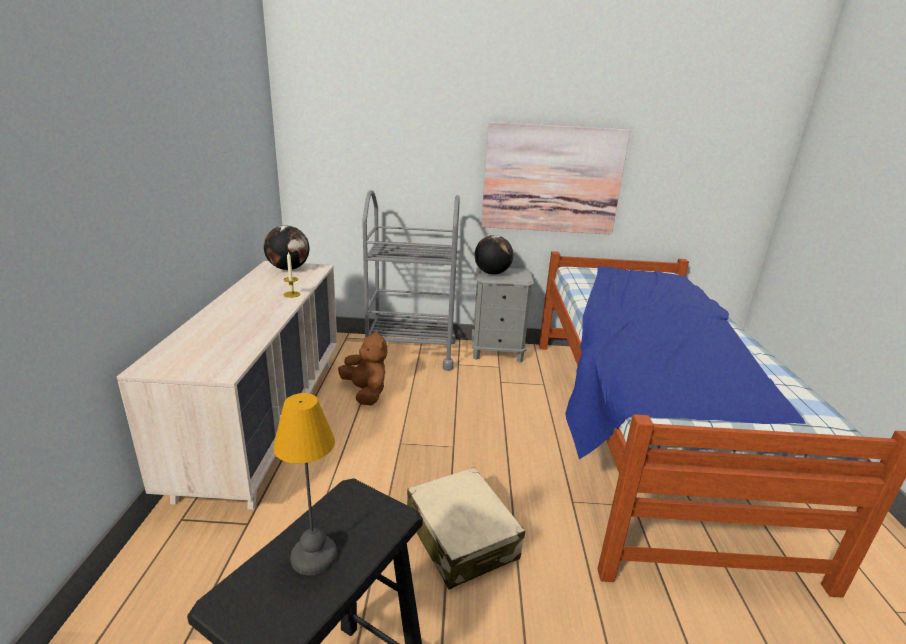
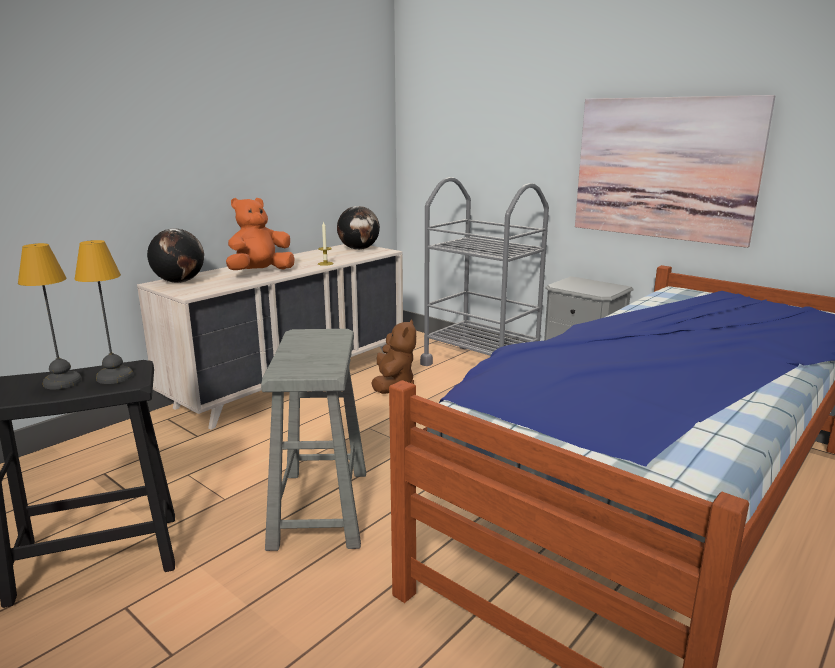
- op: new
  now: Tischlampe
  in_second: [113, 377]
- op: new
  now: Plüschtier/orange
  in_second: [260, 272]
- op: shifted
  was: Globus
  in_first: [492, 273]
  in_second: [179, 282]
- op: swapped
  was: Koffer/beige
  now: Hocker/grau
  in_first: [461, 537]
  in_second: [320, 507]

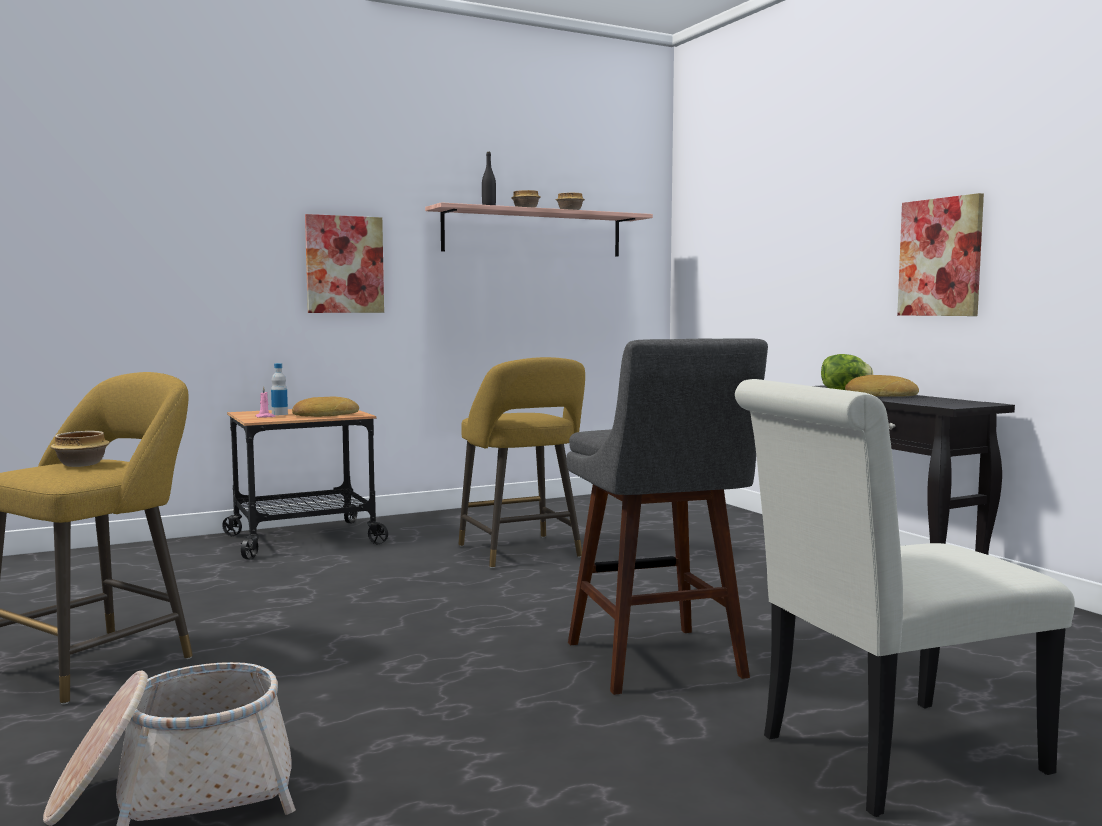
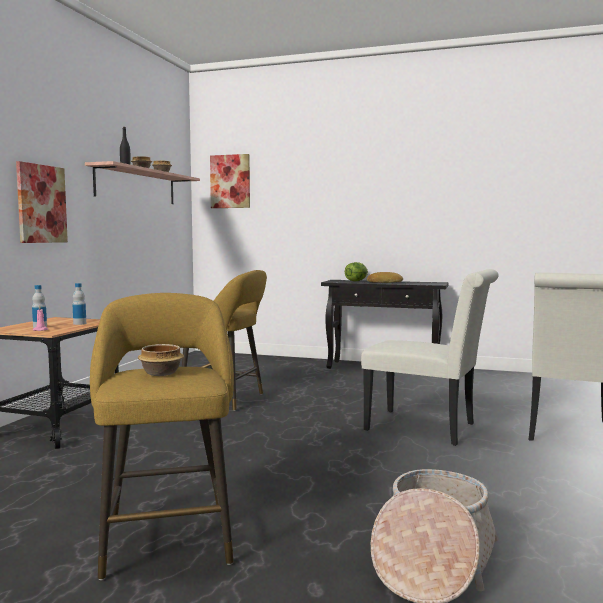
- op: shifted
  was: Bild
  in_first: [940, 257]
  in_second: [230, 181]
- op: swapped
  was: Brot
  now: Flasche
  in_first: [325, 415]
  in_second: [79, 323]
- op: swapped
  was: Hocker/grau
  now: Stuhl/weiß
  in_first: [658, 663]
  in_second: [428, 428]

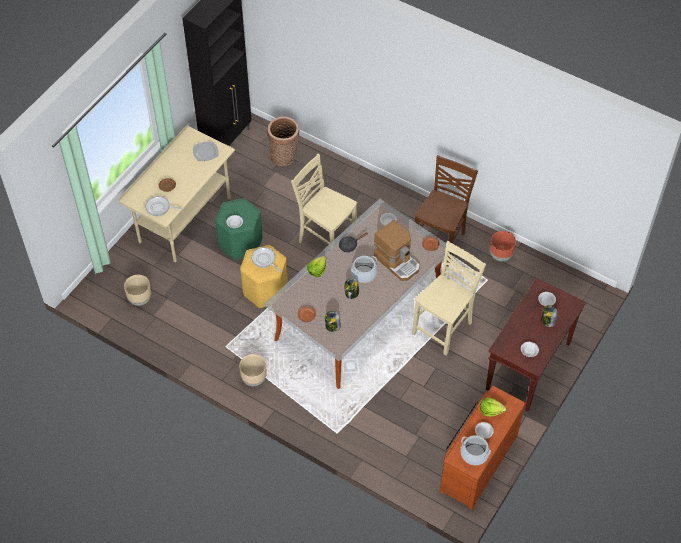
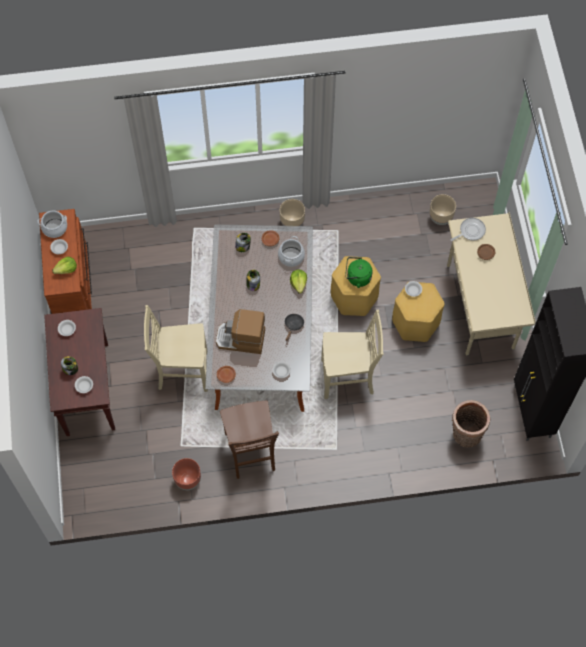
- op: gone
  was: Teller
  in_first: [205, 152]
- op: shifted
  was: Kochtopf
  in_first: [364, 274]
  in_second: [291, 256]
- op: swapped
  was: Pfanne
  now: Wasserkessel/grün
  in_first: [264, 260]
  in_second: [357, 278]
- op: repainted
  was: Hocker/grün
  now: Hocker/gelb
  in_first: [240, 243]
  in_second: [415, 322]
- op: rotated
  was: Stuhl/beige
  in_first: [444, 328]
  in_second: [182, 371]
  clockwise: 90

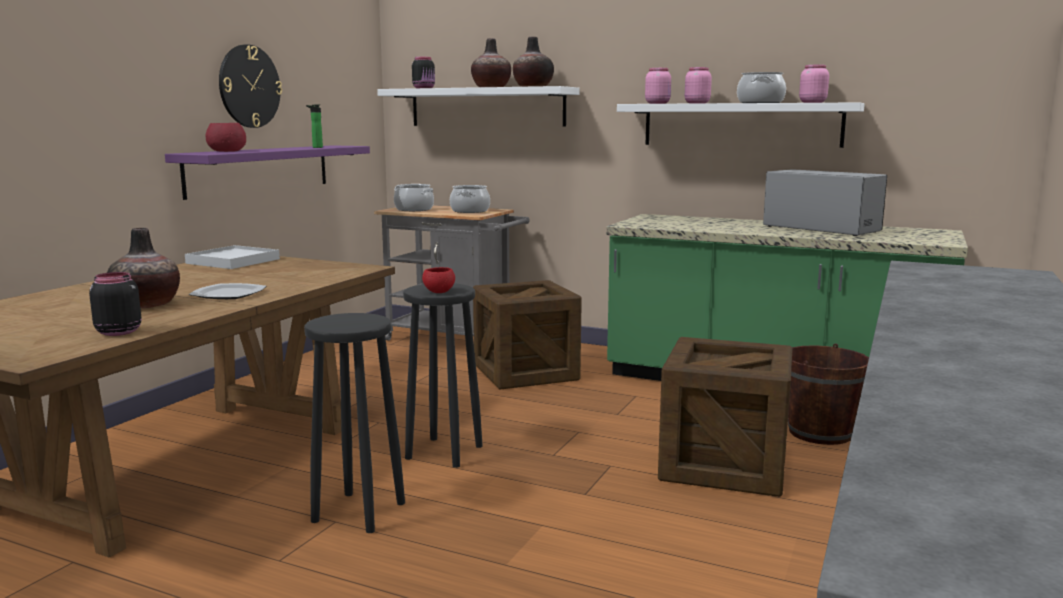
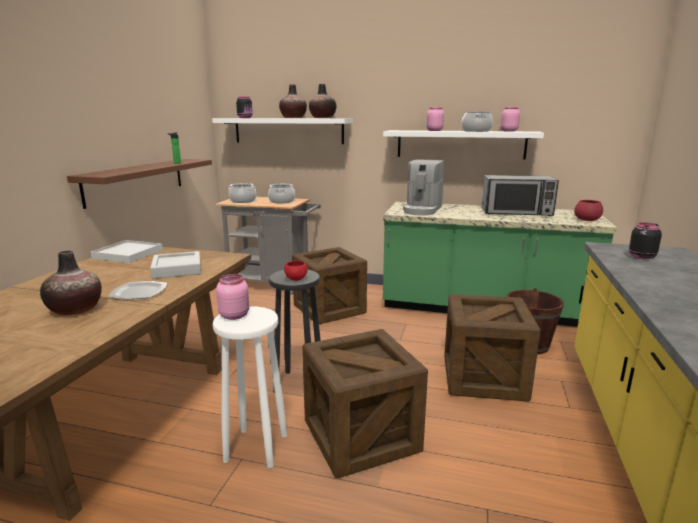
- op: gone
  was: Wanduhr
  in_first: [249, 86]
- op: new
  now: Tablett/grau
  in_second: [177, 269]
- op: new
  now: Kiste
  in_second: [361, 436]
- op: new
  now: Kaffeemaschine
  in_second: [422, 210]
- op: shifted
  was: Vorratsglas/schwarz
  in_first: [118, 332]
  in_second: [640, 257]
- op: shifted
  was: Schüssel/rot
  in_first: [228, 151]
  in_second: [587, 219]
- op: shifted
  was: Vorratsglas/rosa
  in_first: [658, 103]
  in_second: [235, 315]
- op: repainted
  was: Wandregal/lila
  now: Wandregal/braun
  in_first: [259, 170]
  in_second: [136, 181]
- op: repainted
  was: Hocker/schwarz
  now: Hocker/weiß
  in_first: [358, 512]
  in_second: [255, 448]
- op: rotated
  was: Mikrowelle
  in_first: [821, 229]
  in_second: [516, 212]
  clockwise: 150

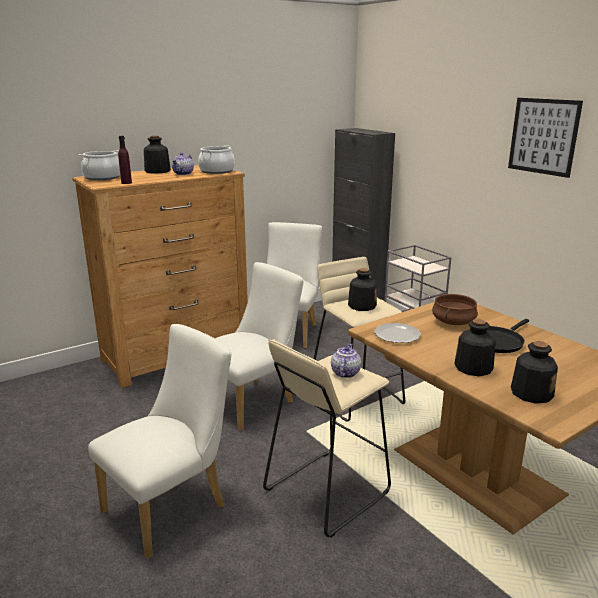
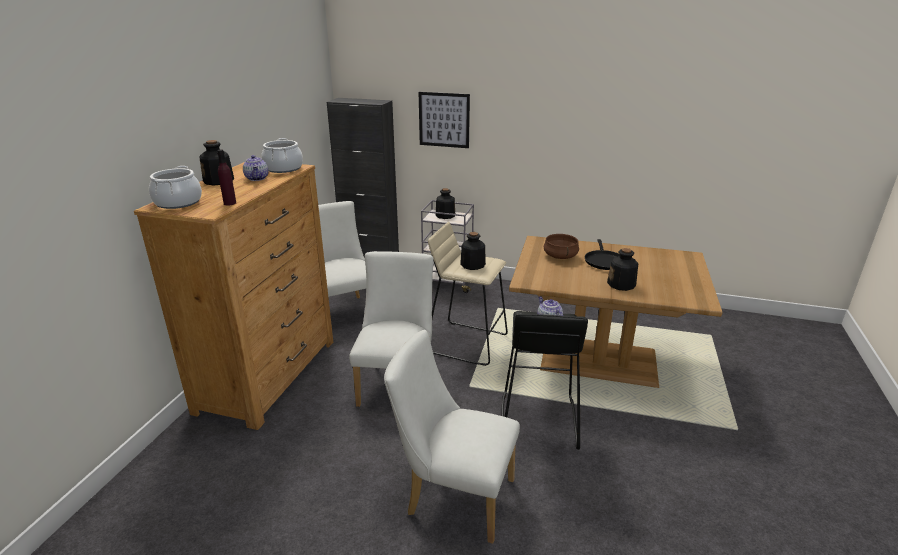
- op: gone
  was: Teller
  in_first: [397, 335]
- op: shifted
  was: Bild
  in_first: [543, 136]
  in_second: [444, 120]
- op: shifted
  was: Flasche
  in_first: [531, 393]
  in_second: [445, 215]
- op: repainted
  was: Hocker/beige
  now: Hocker/schwarz
  in_first: [326, 491]
  in_second: [537, 421]
- op: rotated
  was: Stuhl/weiß
  in_first: [172, 505]
  in_second: [453, 495]
  clockwise: -75

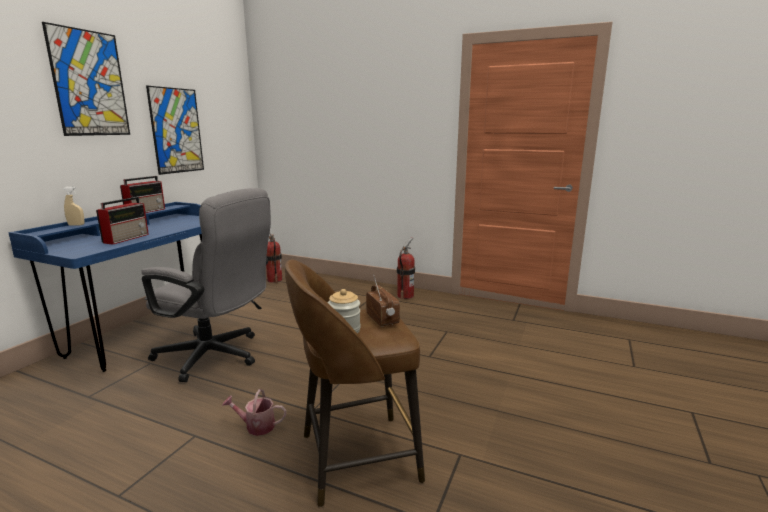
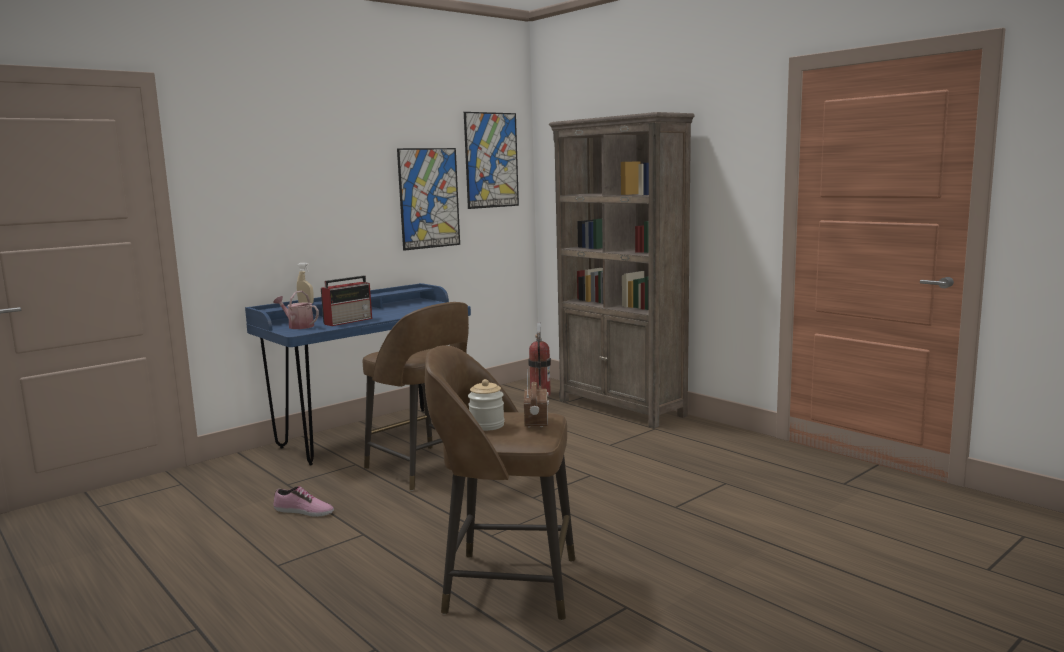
- op: gone
  was: Radio
  in_first: [146, 211]
- op: gone
  was: Feuerlöscher
  in_first: [405, 295]
- op: new
  now: Schuh
  in_second: [303, 511]
- op: new
  now: Bücherregal/braun
  in_second: [621, 408]
- op: shifted
  was: Bild
  in_first: [89, 83]
  in_second: [491, 160]
- op: shifted
  was: Gießkanne
  in_first: [256, 426]
  in_second: [298, 326]
- op: swapped
  was: Bürostuhl/grau
  now: Hocker/braun
  in_first: [217, 357]
  in_second: [423, 468]

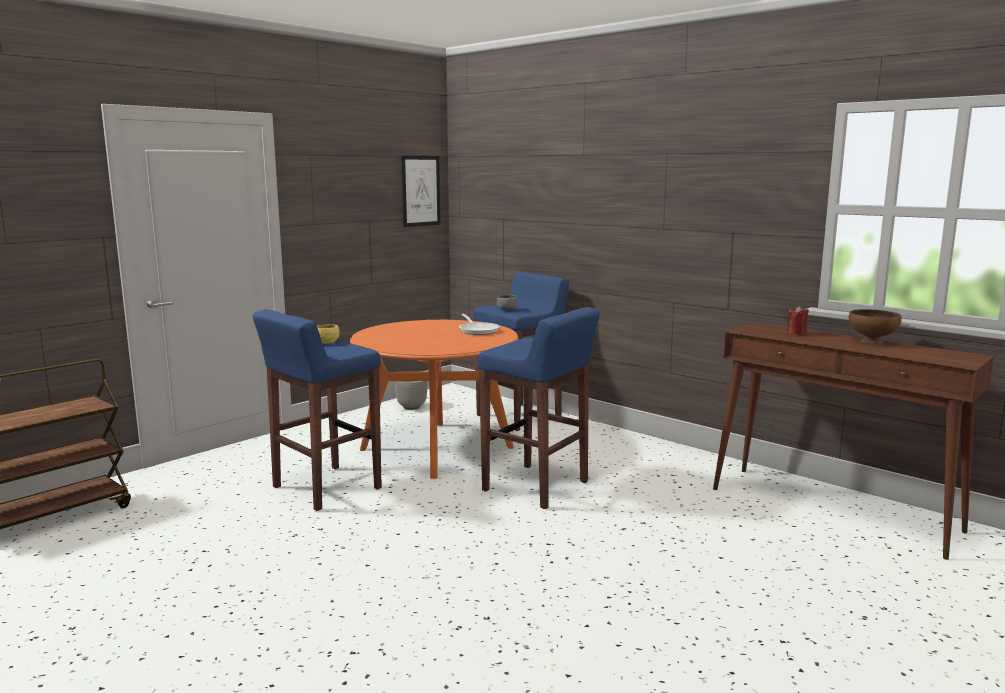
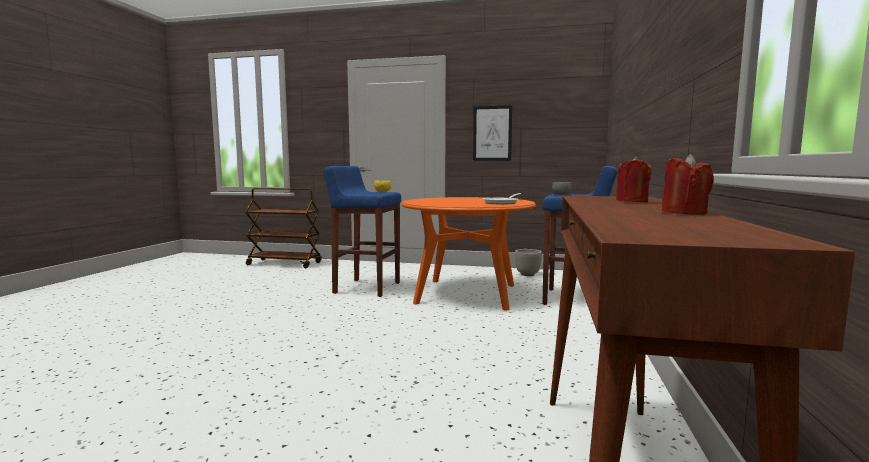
- op: gone
  was: Hocker/blau
  in_first: [537, 487]
- op: shifted
  was: Bild
  in_first: [420, 191]
  in_second: [492, 133]
- op: swapped
  was: Schüssel/braun
  now: Kerze/rot
  in_first: [872, 341]
  in_second: [684, 212]

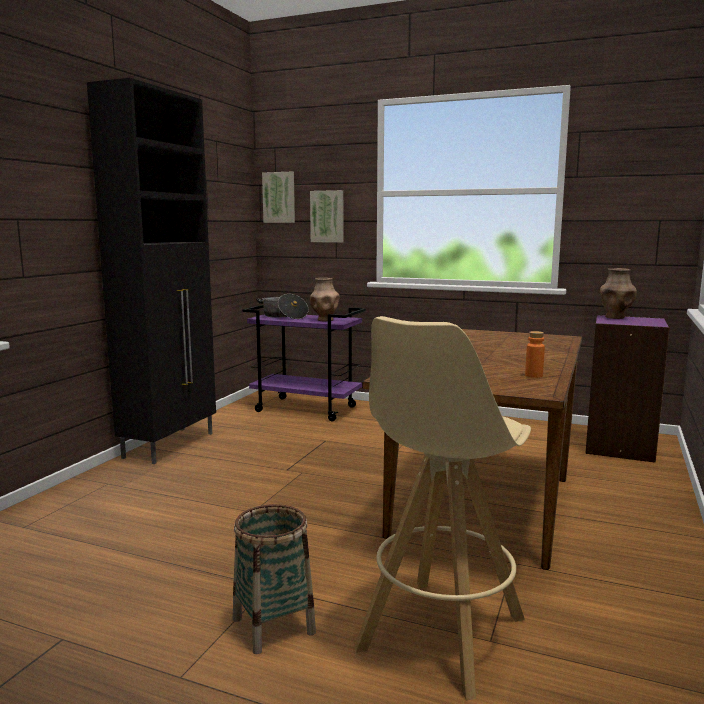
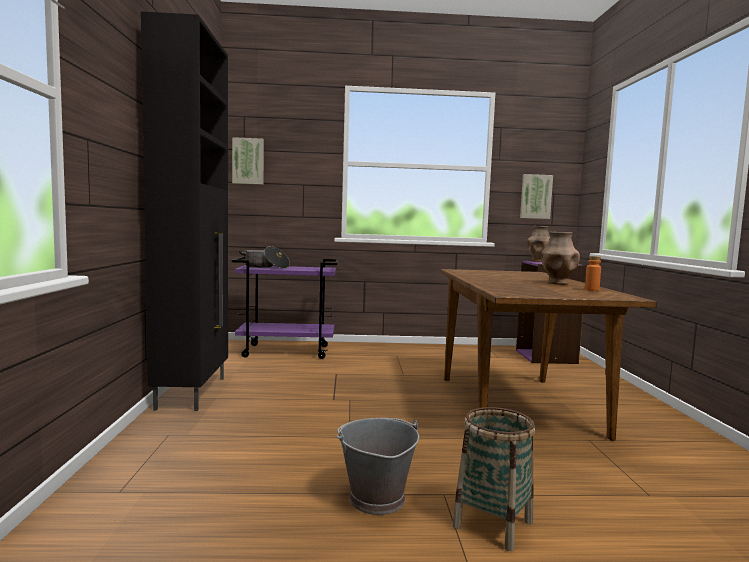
- op: gone
  was: Hocker/beige
  in_first: [440, 634]
- op: new
  now: Eimer/grau
  in_second: [376, 499]
- op: shifted
  was: Bild
  in_first: [327, 216]
  in_second: [535, 196]
- op: shifted
  was: Vase/braun
  in_first: [324, 320]
  in_second: [557, 283]

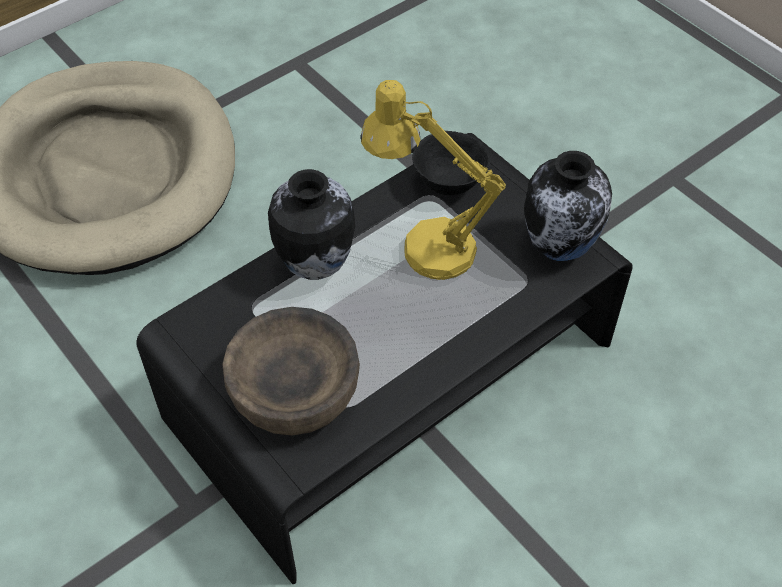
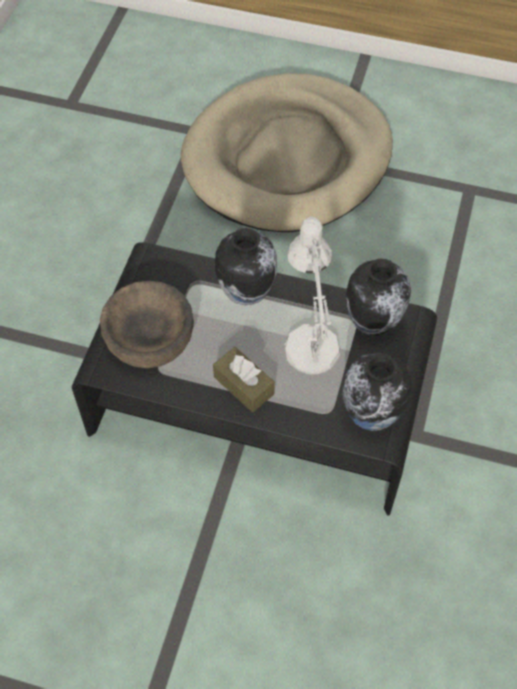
- op: new
  now: Taschentuchbox/braun
  in_second: [243, 385]
- op: swapped
  was: Schüssel/schwarz
  now: Vase
  in_first: [449, 183]
  in_second: [373, 323]
- op: repainted
  was: Tischlampe/gelb
  now: Tischlampe/weiß
  in_first: [425, 246]
  in_second: [309, 340]

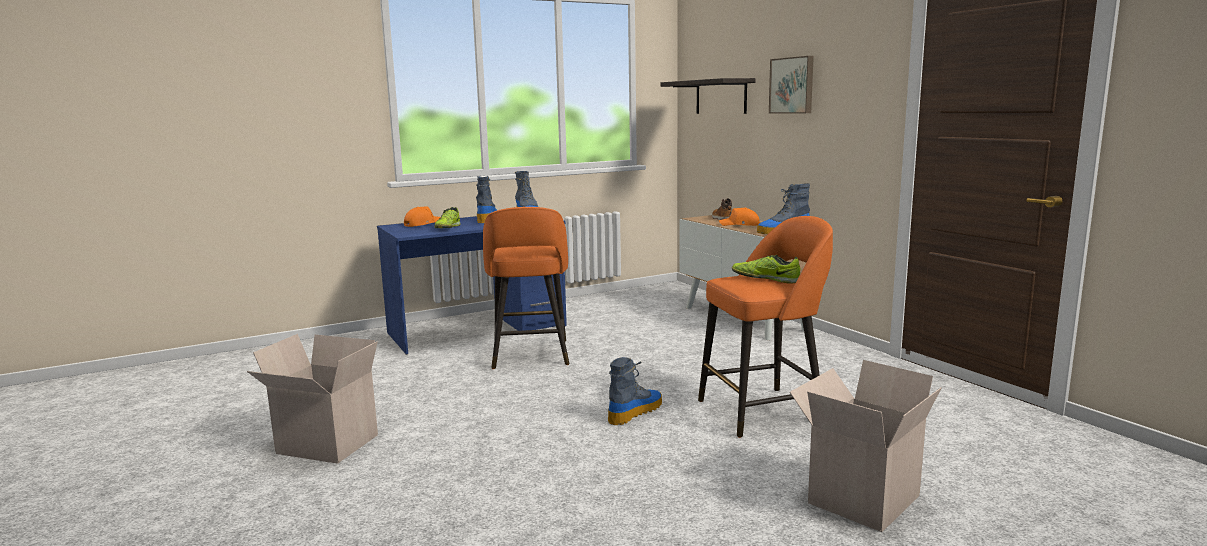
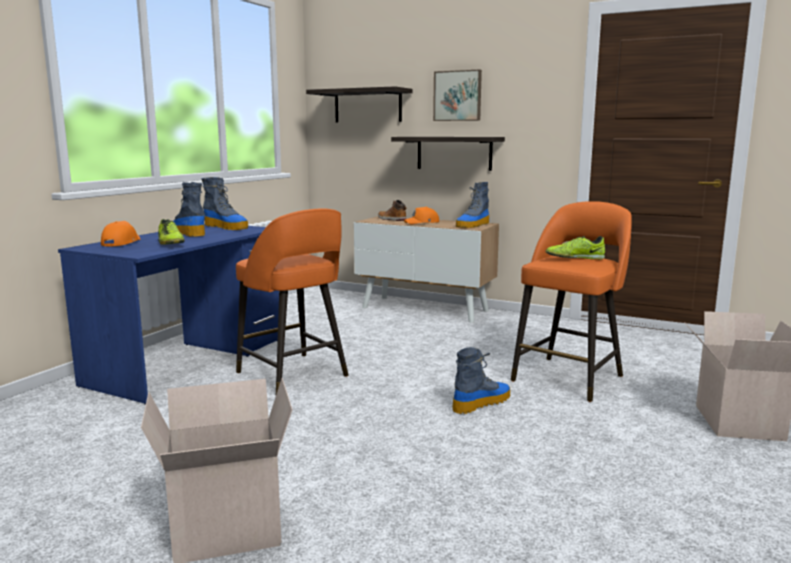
- op: new
  now: Wandregal
  in_second: [454, 153]
- op: rotated
  was: Stiefel
  in_first: [635, 412]
  in_second: [481, 403]
  clockwise: 45

